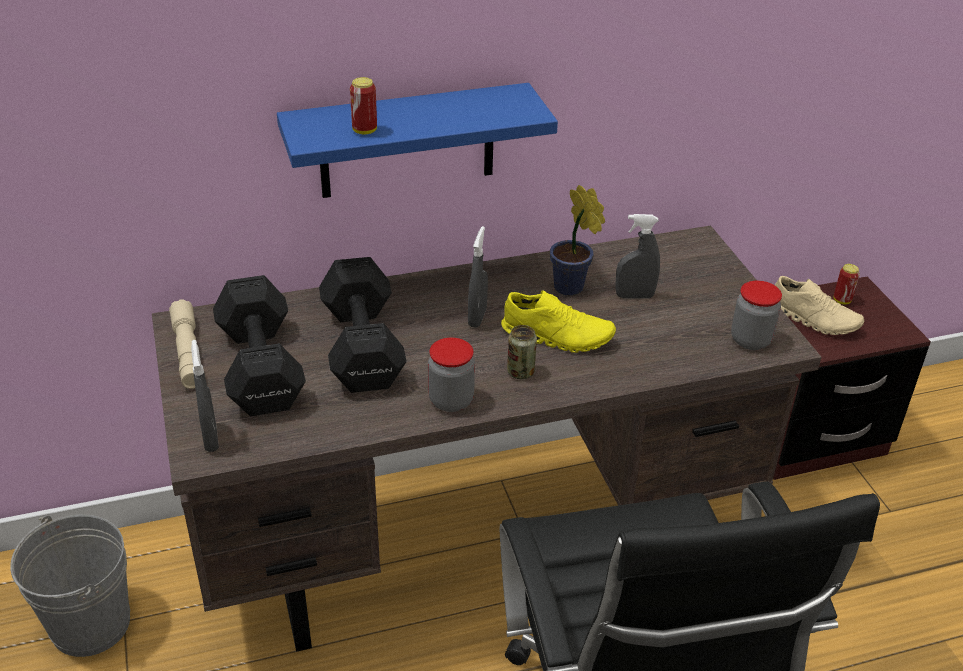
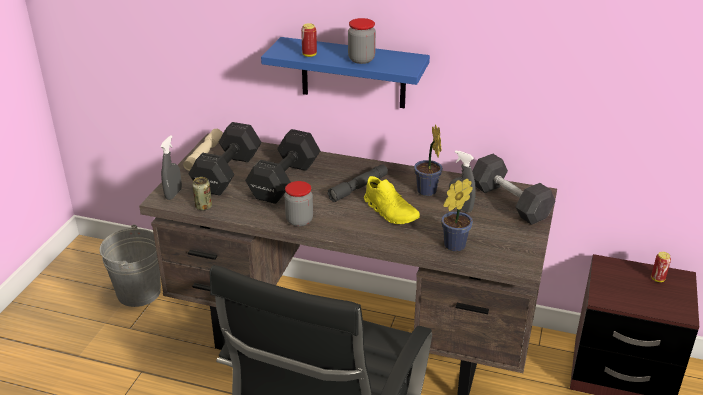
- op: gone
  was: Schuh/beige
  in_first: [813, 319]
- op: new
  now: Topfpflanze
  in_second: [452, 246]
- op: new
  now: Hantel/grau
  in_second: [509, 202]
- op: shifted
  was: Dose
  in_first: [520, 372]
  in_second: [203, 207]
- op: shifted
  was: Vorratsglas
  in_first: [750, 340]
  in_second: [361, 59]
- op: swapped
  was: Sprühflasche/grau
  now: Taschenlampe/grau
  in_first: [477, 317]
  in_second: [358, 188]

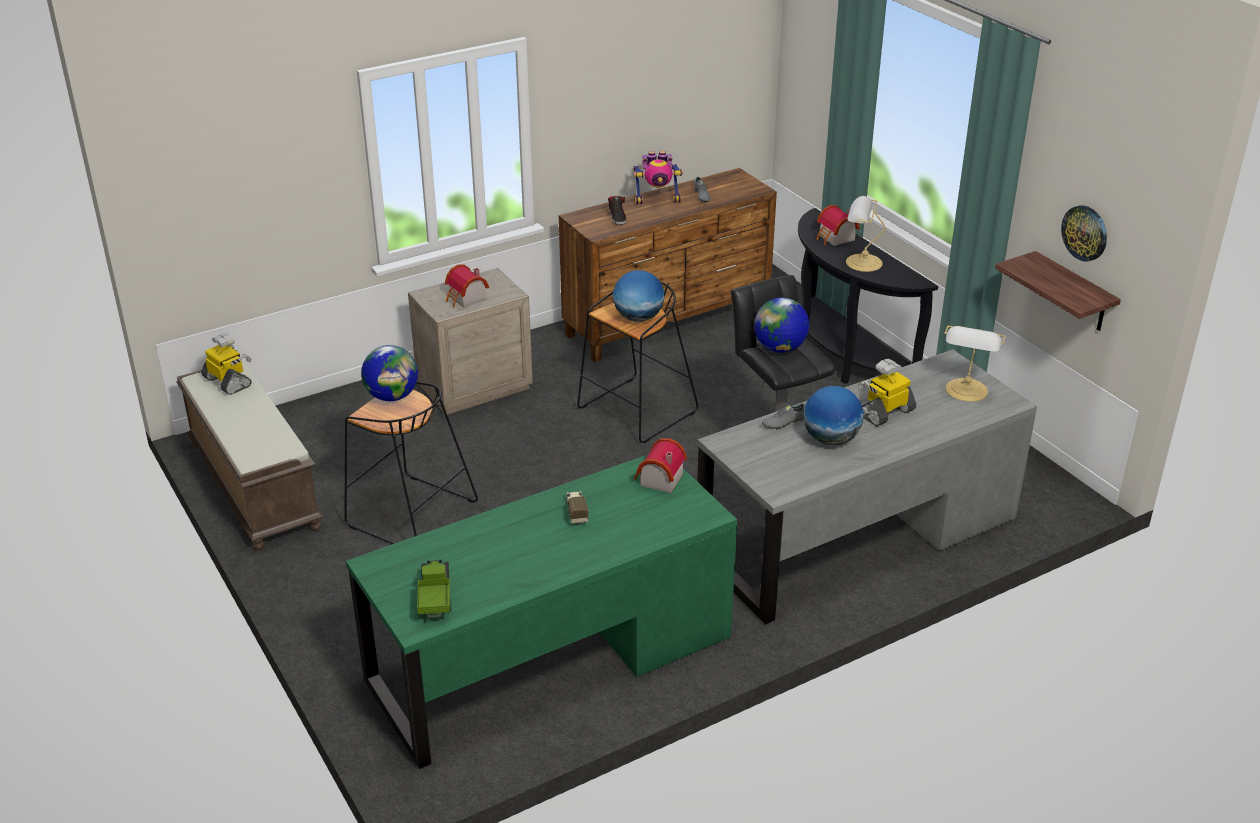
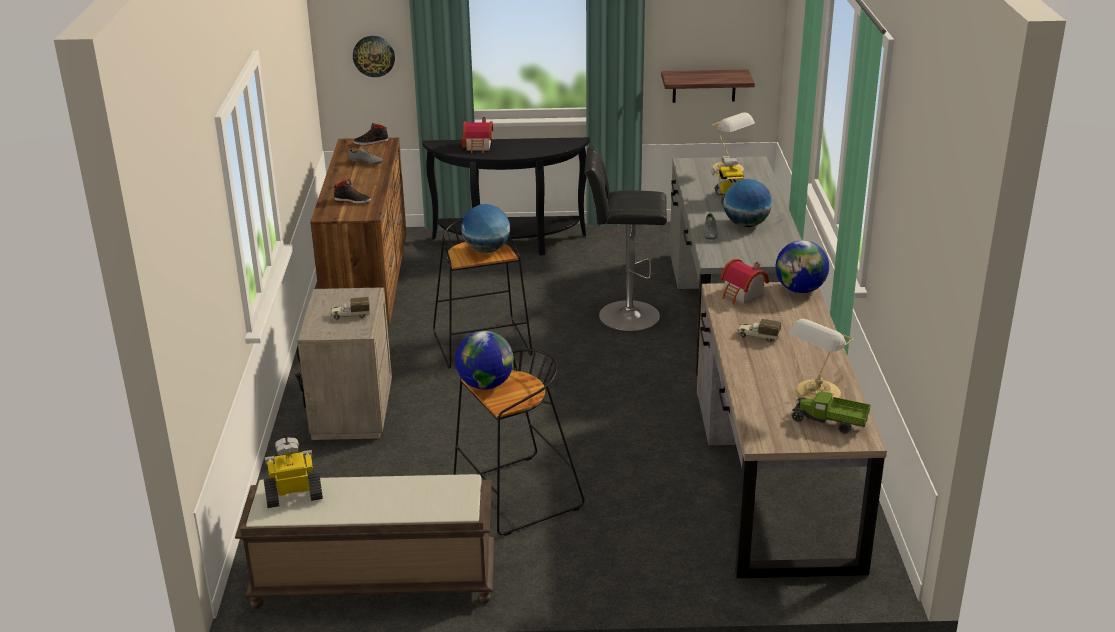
- op: gone
  was: Spielzeugroboter
  in_first: [657, 200]
- op: new
  now: Schuh/schwarz
  in_second: [371, 142]
- op: shifted
  was: Globus
  in_first: [780, 348]
  in_second: [800, 290]
- op: shifted
  was: Tischlampe
  in_first: [861, 262]
  in_second: [816, 393]
- op: shifted
  was: Wanduhr
  in_first: [1085, 233]
  in_second: [374, 56]
- op: swapped
  was: Spielzeughaus
  now: Spielzeuglaster
  in_first: [466, 299]
  in_second: [350, 315]
- op: repainted
  was: Schreibtisch/grün
  now: Schreibtisch/braun
  in_first: [550, 659]
  in_second: [774, 476]

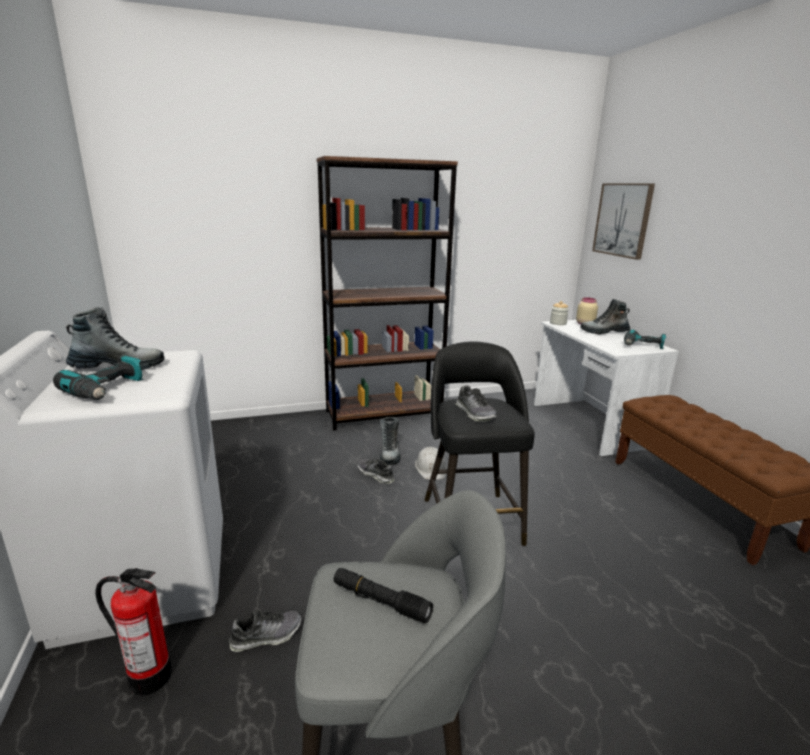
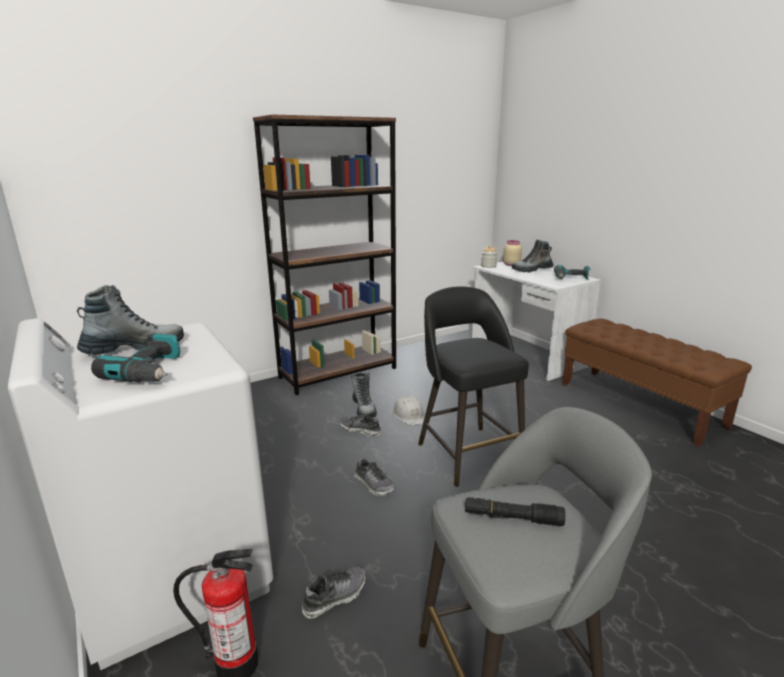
- op: gone
  was: Bild
  in_first: [623, 220]
- op: shifted
  was: Schuh
  in_first: [475, 413]
  in_second: [374, 484]

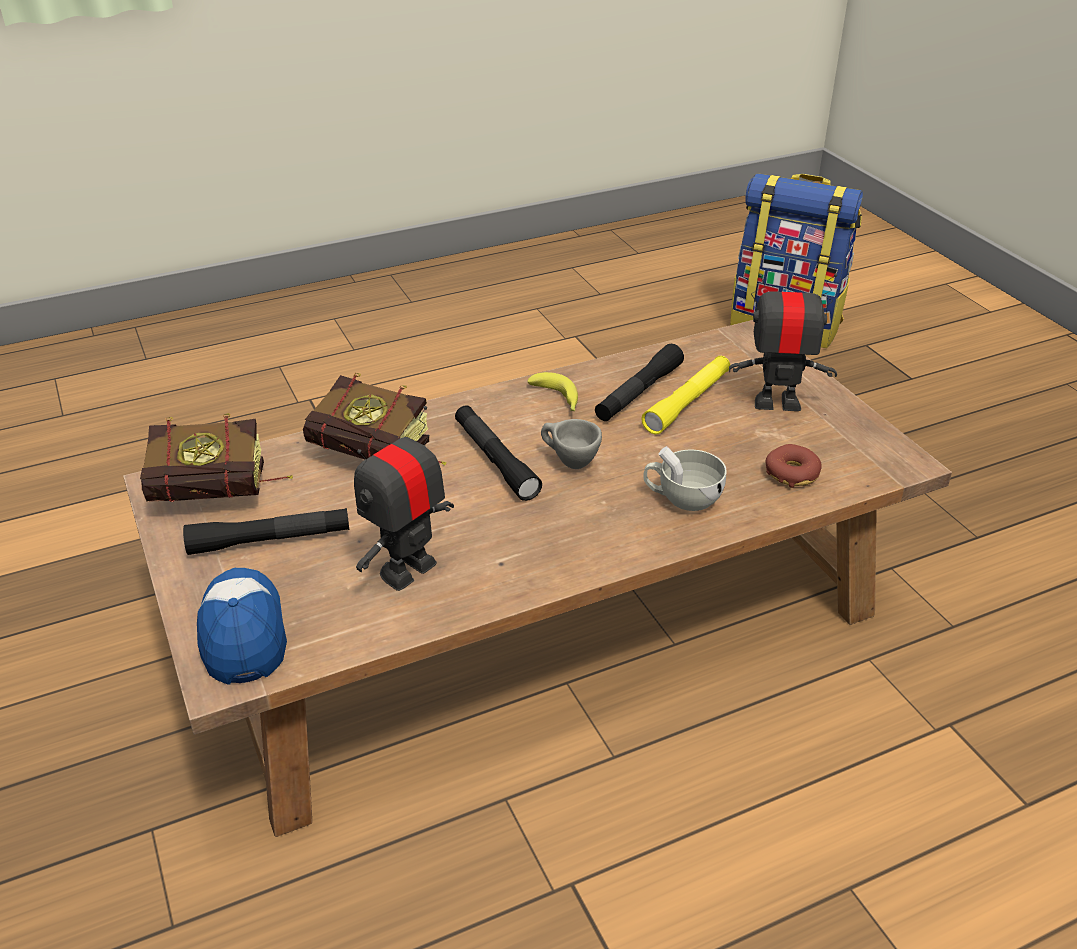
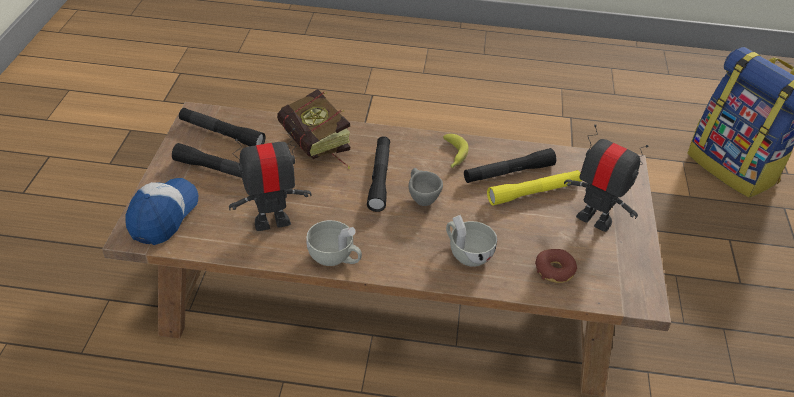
- op: new
  now: Tasse/weiß
  in_second: [335, 258]
- op: swapped
  was: Buch
  now: Taschenlampe/schwarz
  in_first: [224, 494]
  in_second: [221, 134]

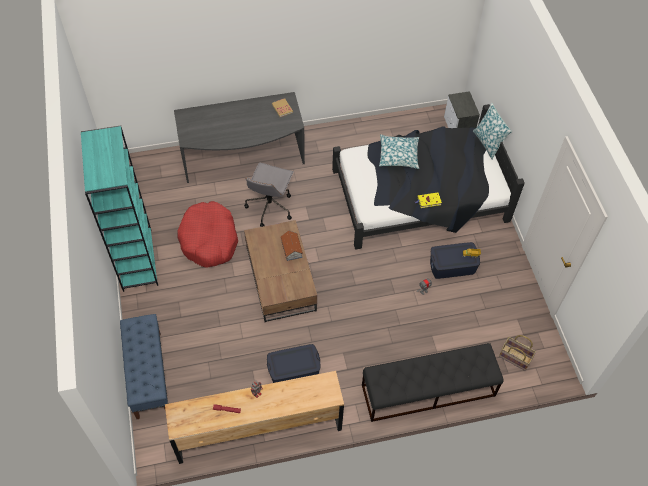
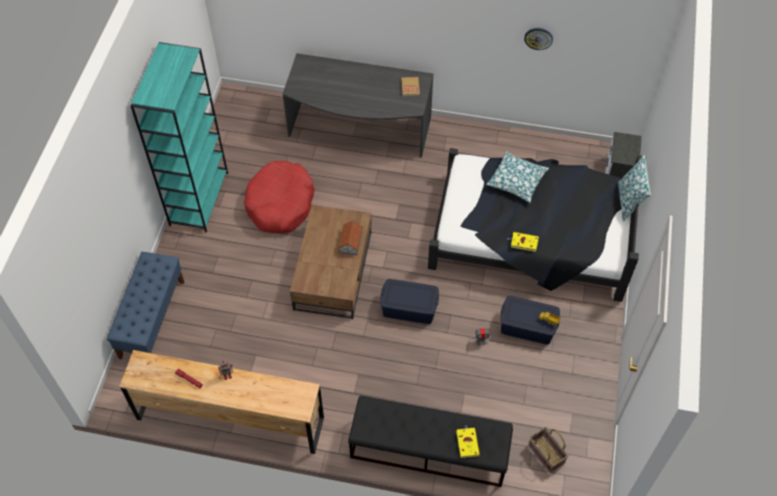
- op: gone
  was: Bürostuhl/grau
  in_first: [270, 207]
- op: new
  now: Buch/gelb
  in_second: [467, 442]
- op: new
  now: Wanduhr
  in_second: [538, 38]
- op: shifted
  was: Aufbewahrungsbox/blau
  in_first: [293, 370]
  in_second: [409, 308]

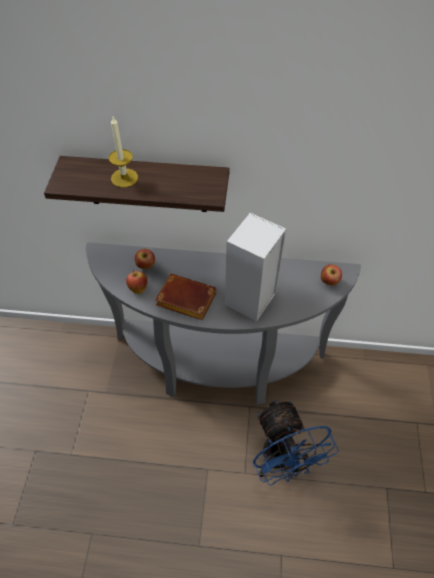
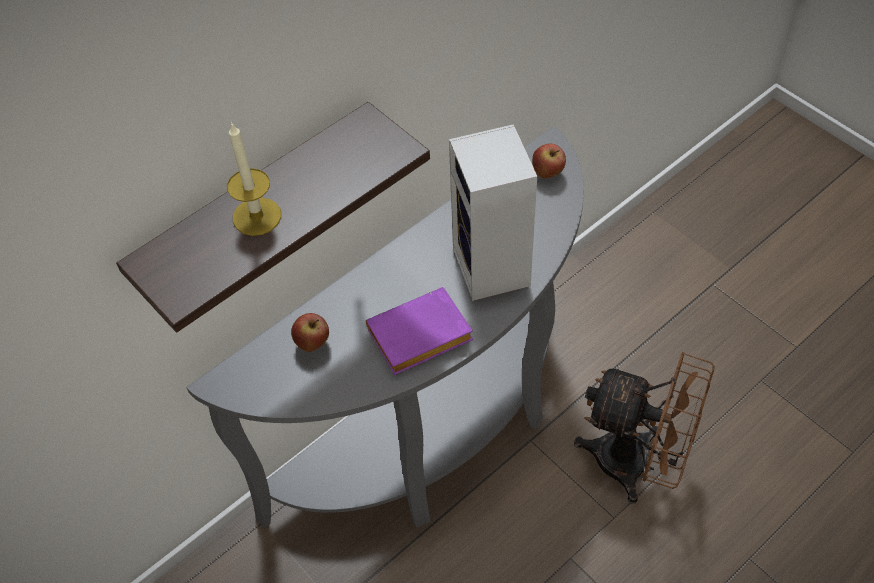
- op: gone
  was: Apfel
  in_first: [138, 288]
- op: repainted
  was: Buch/braun
  now: Buch/lila
  in_first: [184, 300]
  in_second: [418, 339]
- op: repainted
  was: Ventilator/blau
  now: Ventilator/braun
  in_first: [281, 462]
  in_second: [637, 464]

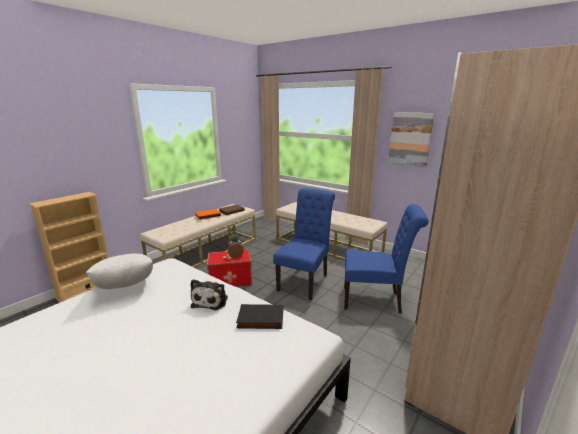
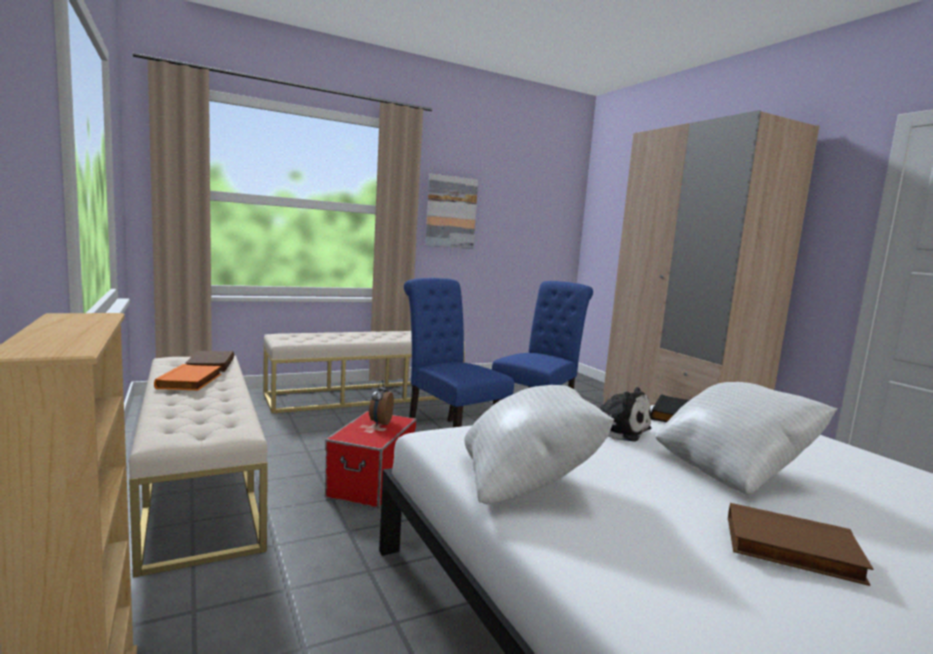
- op: new
  now: Kissen/weiß
  in_second: [732, 471]
- op: new
  now: Buch/braun
  in_second: [791, 550]

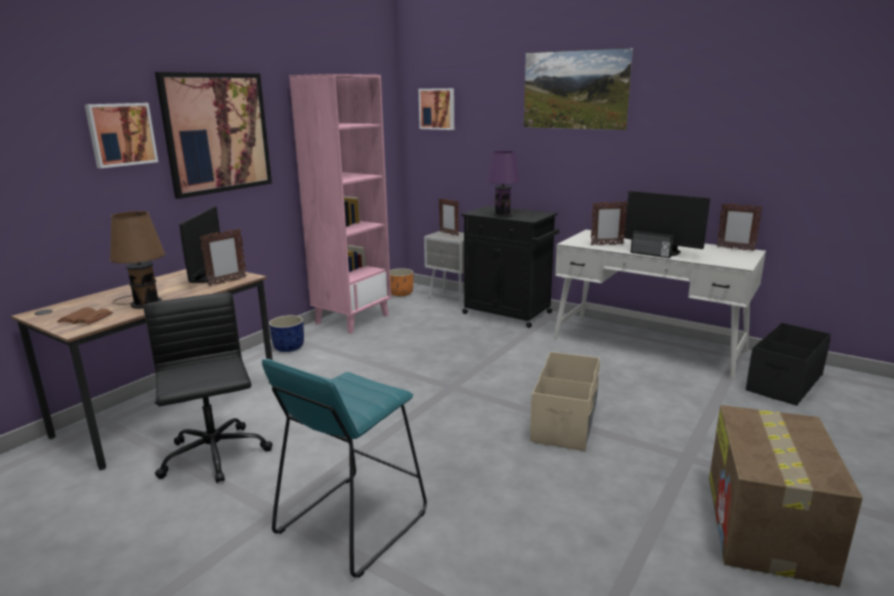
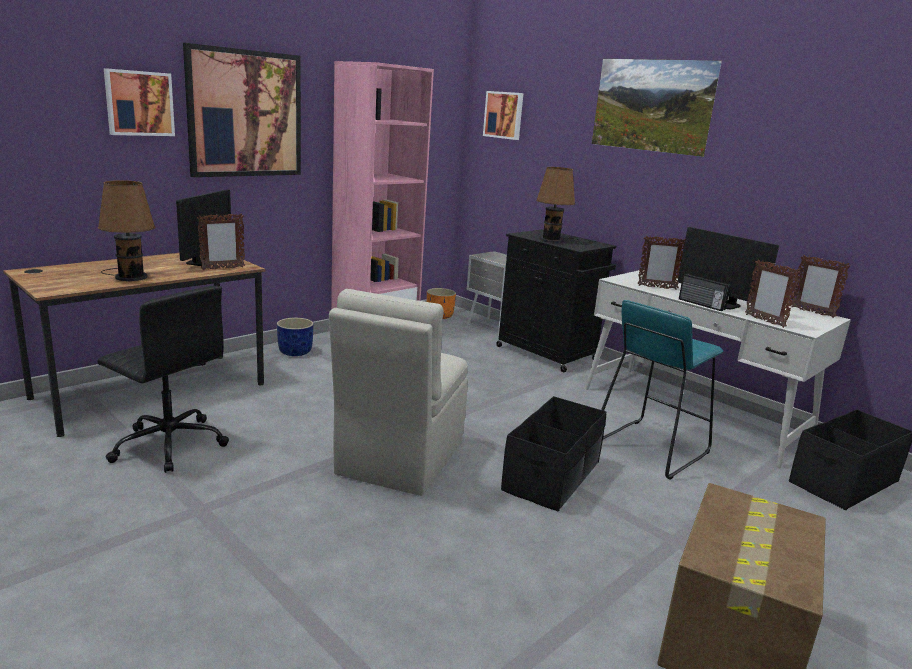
- op: gone
  was: Buch/braun
  in_first: [84, 318]
- op: new
  now: Stuhl/beige
  in_second: [399, 459]
- op: shifted
  was: Hocker/türkis
  in_first: [351, 522]
  in_second: [650, 448]
- op: shifted
  was: Bilderrahmen
  in_first: [449, 234]
  in_second: [764, 321]
- op: repainted
  was: Tischlampe/lila
  now: Tischlampe/braun
  in_first: [504, 214]
  in_second: [553, 240]
- op: repainted
  was: Aufbewahrungsbox/beige
  now: Aufbewahrungsbox/schwarz
  in_first: [565, 421]
  in_second: [552, 476]
- op: rotated
  was: Bürostuhl/schwarz
  in_first: [214, 456]
  in_second: [169, 444]
  clockwise: 135

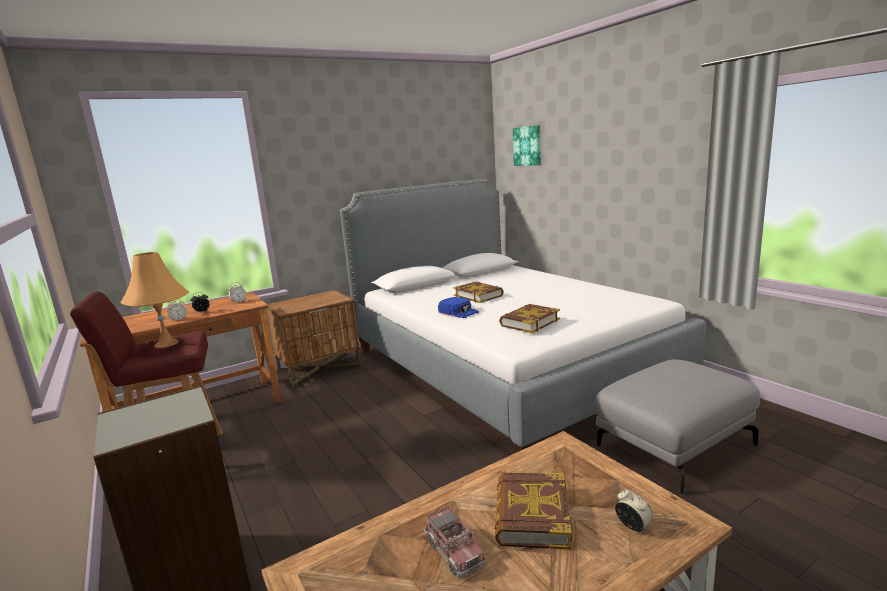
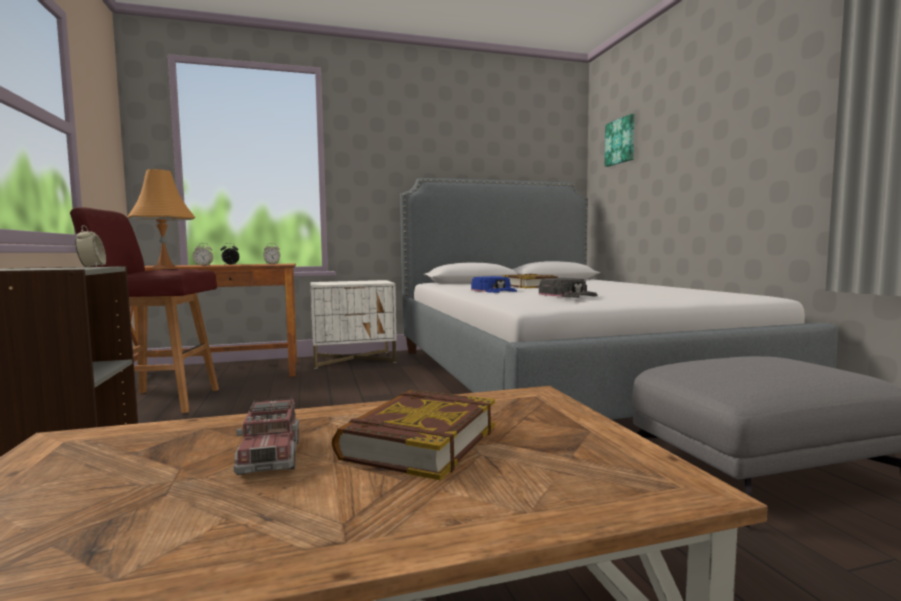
- op: shifted
  was: Wecker
  in_first: [633, 526]
  in_second: [92, 267]
- op: swapped
  was: Buch
  now: Kappe/schwarz
  in_first: [529, 322]
  in_second: [568, 295]
- op: repainted
  was: Nachttisch/braun
  now: Nachttisch/weiß
  in_first: [319, 369]
  in_second: [354, 360]

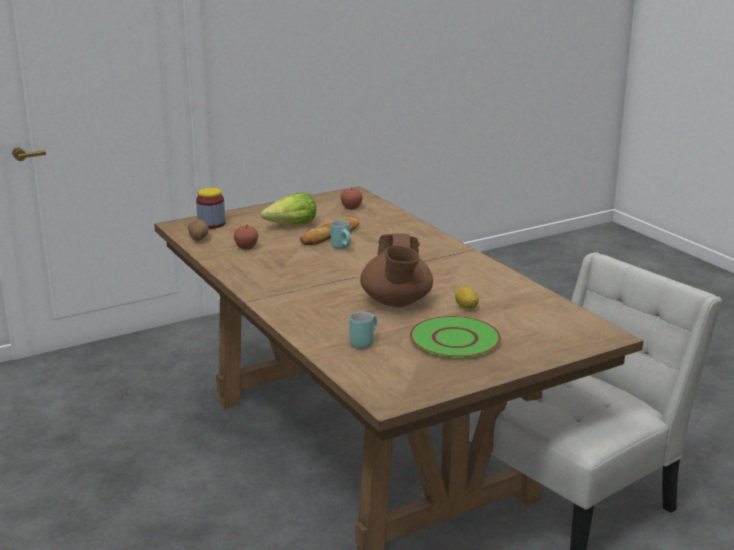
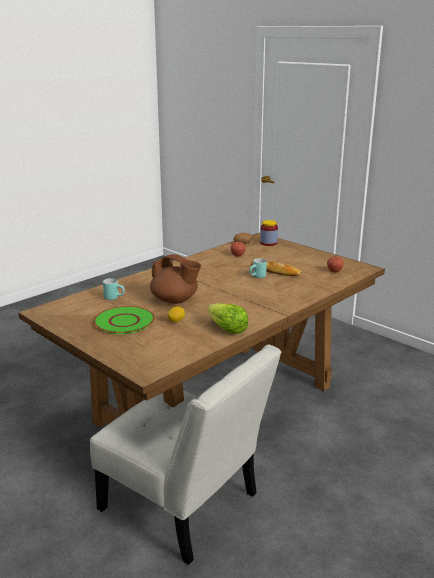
- op: shifted
  was: Salatkopf
  in_first: [292, 225]
  in_second: [226, 329]
- op: rotated
  was: Teekanne/braun
  in_first: [396, 302]
  in_second: [175, 300]
  clockwise: -135

